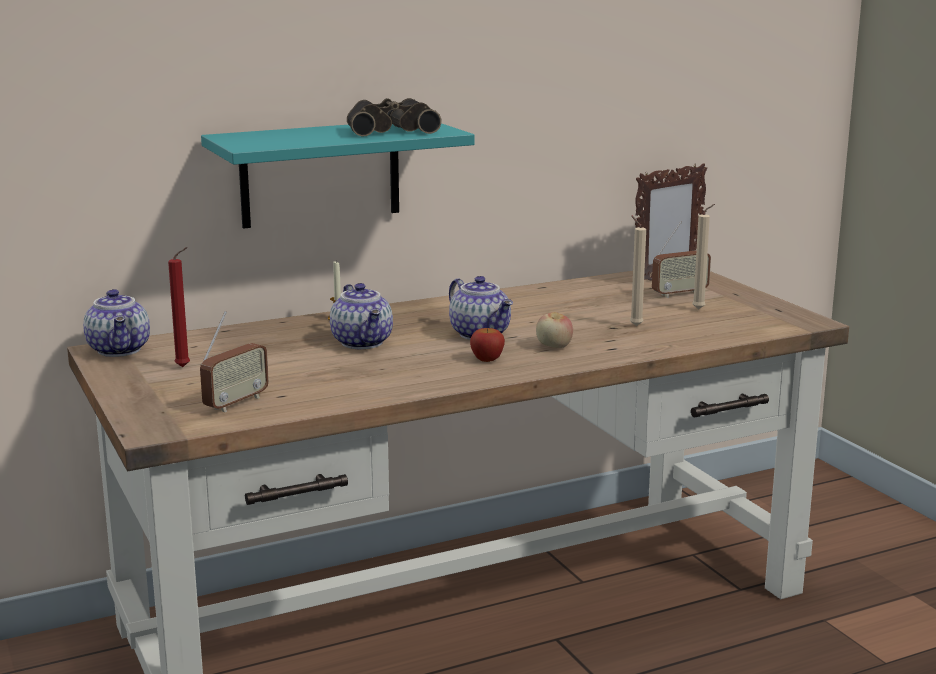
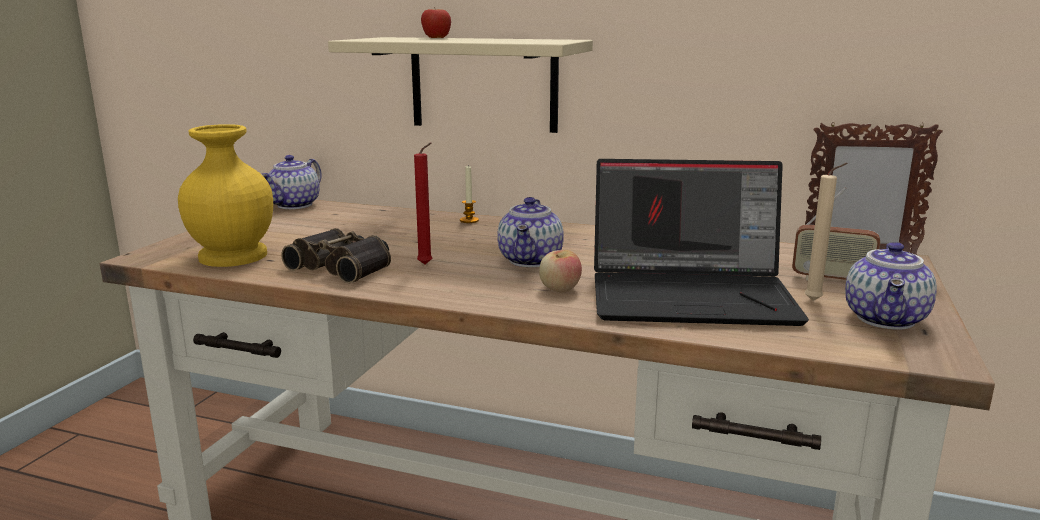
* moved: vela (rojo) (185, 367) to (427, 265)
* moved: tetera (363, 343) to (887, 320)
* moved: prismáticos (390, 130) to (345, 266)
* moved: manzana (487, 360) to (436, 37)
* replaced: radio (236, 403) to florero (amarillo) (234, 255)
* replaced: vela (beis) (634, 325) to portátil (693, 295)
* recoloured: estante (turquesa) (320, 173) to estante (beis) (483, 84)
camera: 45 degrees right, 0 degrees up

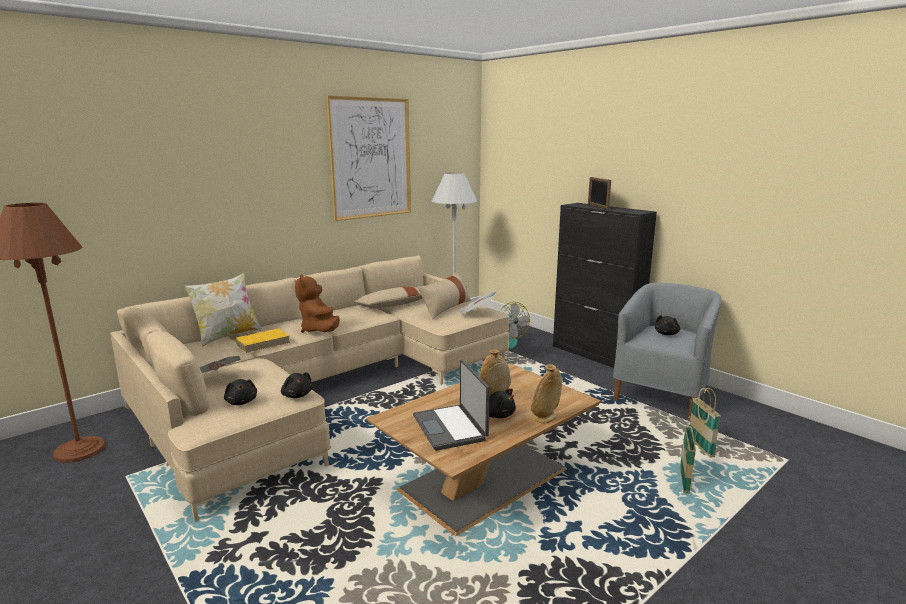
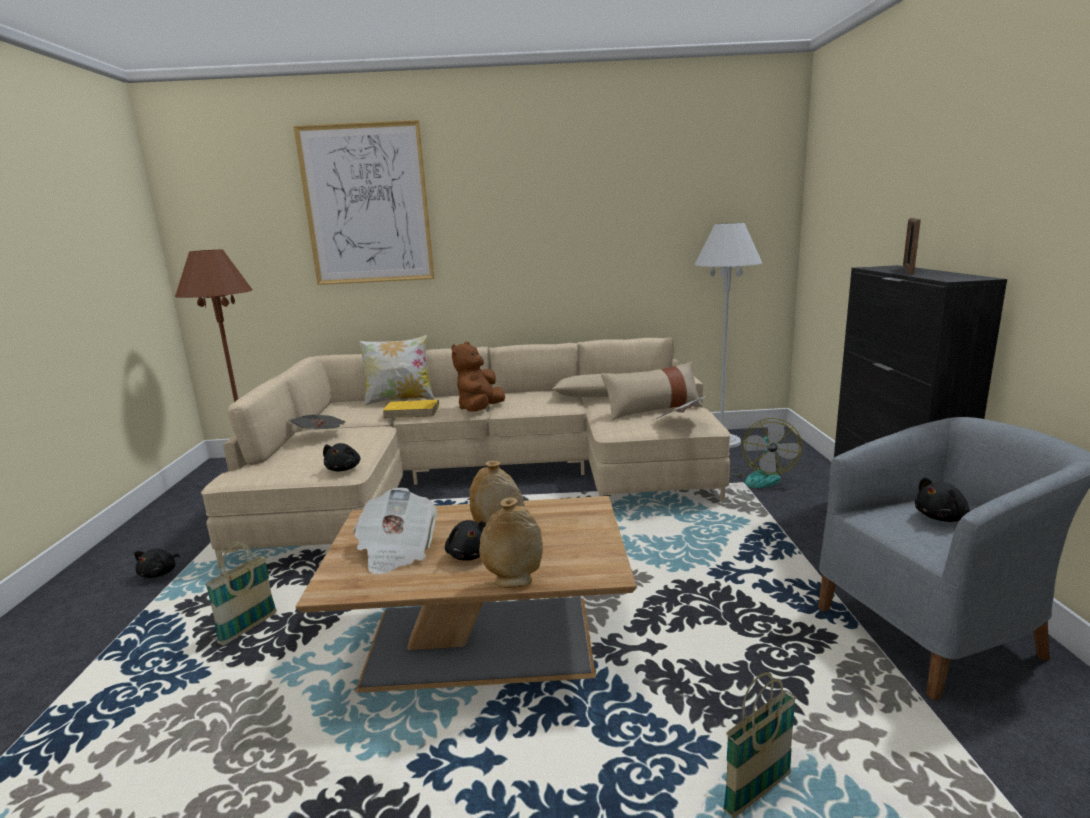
* moved: peluche (negro) (241, 402) to (160, 573)
* moved: cuadro (370, 158) to (367, 205)
* moved: cesta (700, 447) to (249, 629)
* replaced: portátil (451, 428) to periódico (397, 551)
camera: 40 degrees right, 0 degrees up

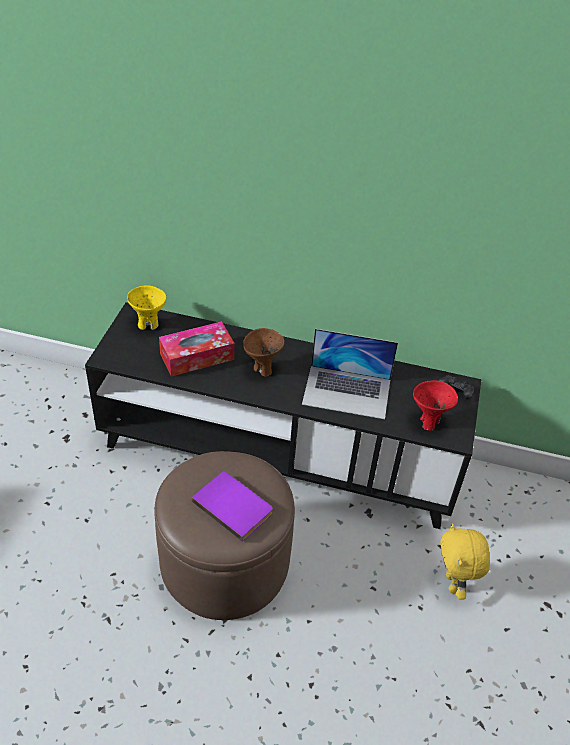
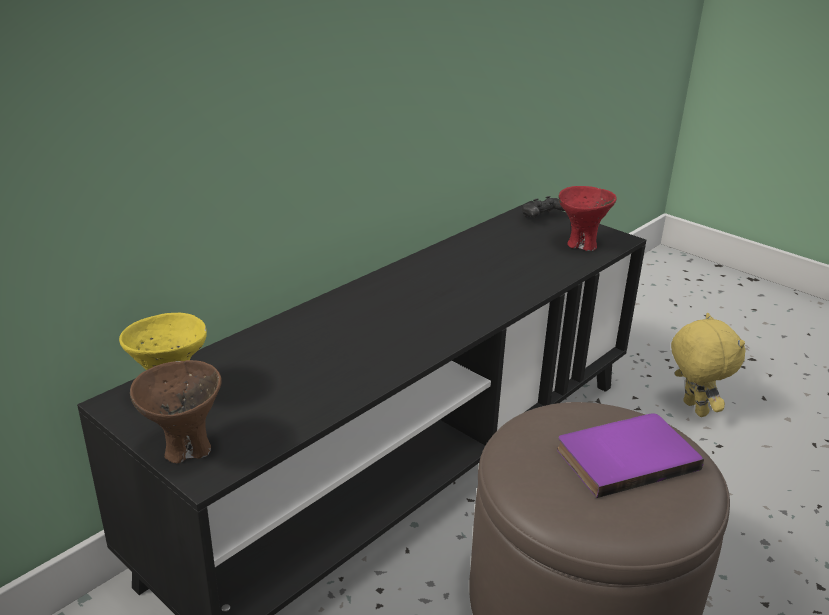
* removed: caja de pañuelos (197, 356)
* removed: portátil (347, 392)
* moved: cuenco (marrón) (263, 369) to (186, 451)
* turned: peluche (amarillo) (453, 584) = (693, 409) 135 degrees counterclockwise
camera: 60 degrees left, 15 degrees down

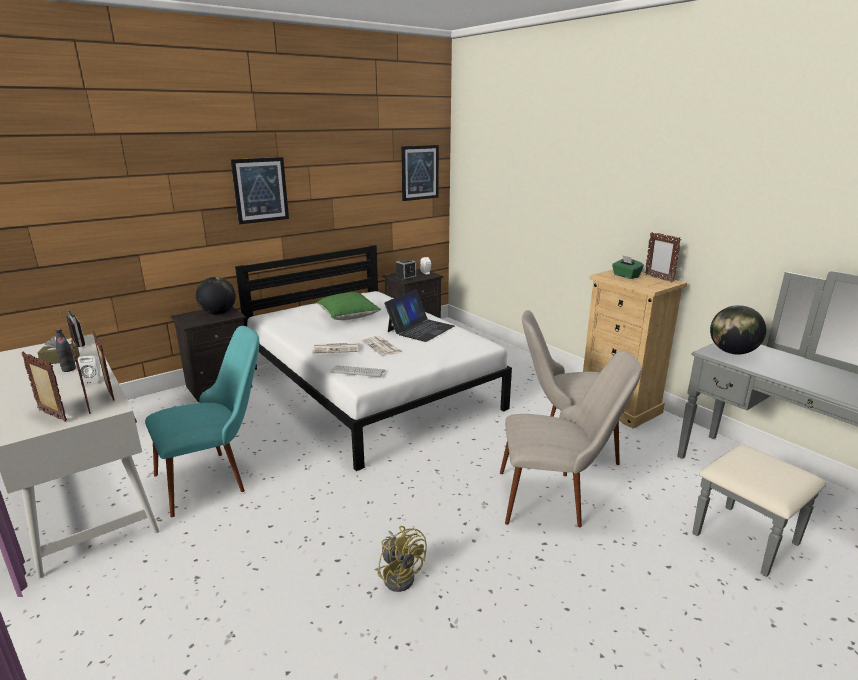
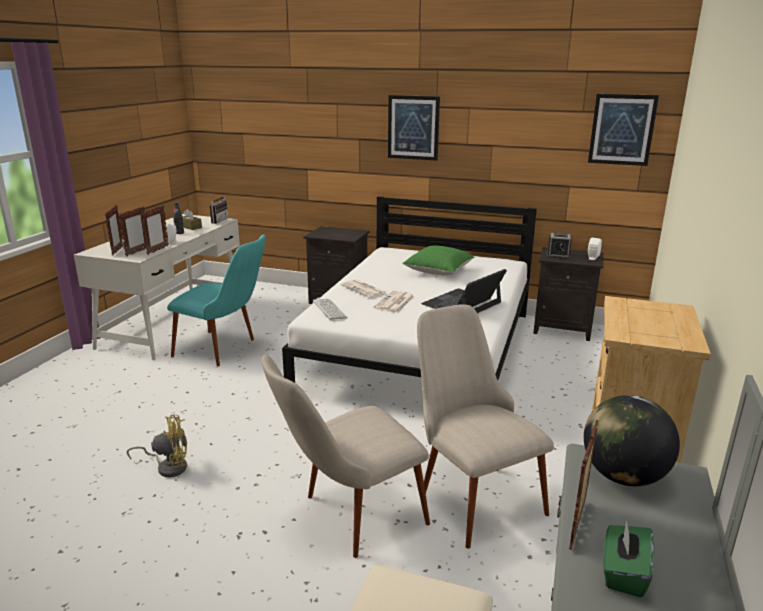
* removed: globo terráqueo (218, 313)
* moved: caja de pañuelos (verde) (626, 276) to (623, 573)
* moved: portarretratos (658, 278) to (578, 525)
* turned: ventilador (amarillo) (400, 575) = (168, 467) 120 degrees counterclockwise
* turned: portátil (420, 329) = (462, 303) 135 degrees clockwise
* turned: silla (beis) (556, 498) = (348, 517) 90 degrees clockwise
camera: 55 degrees right, 0 degrees up

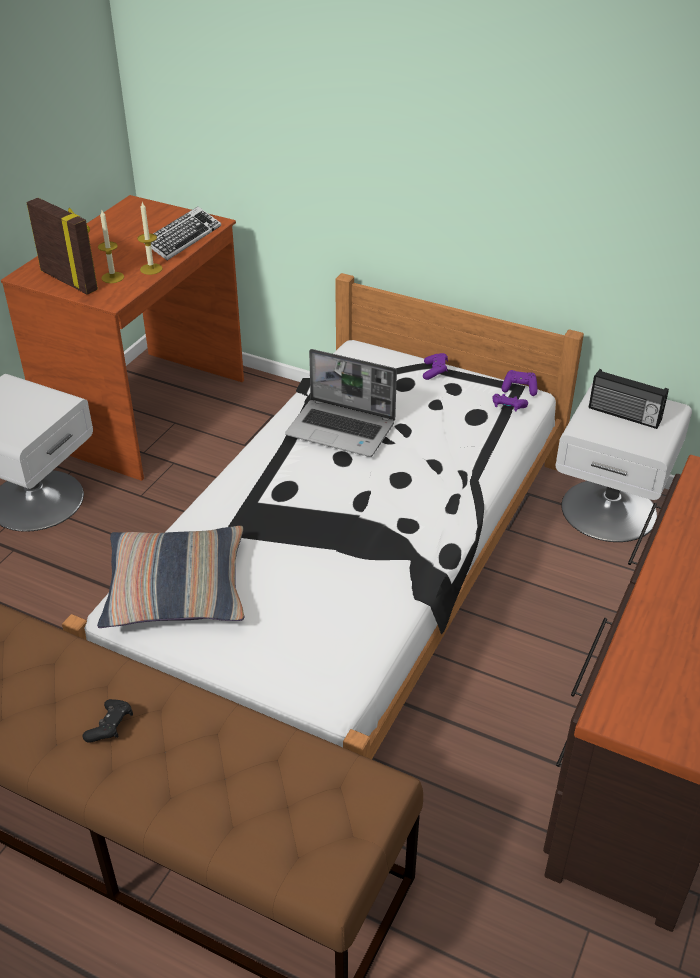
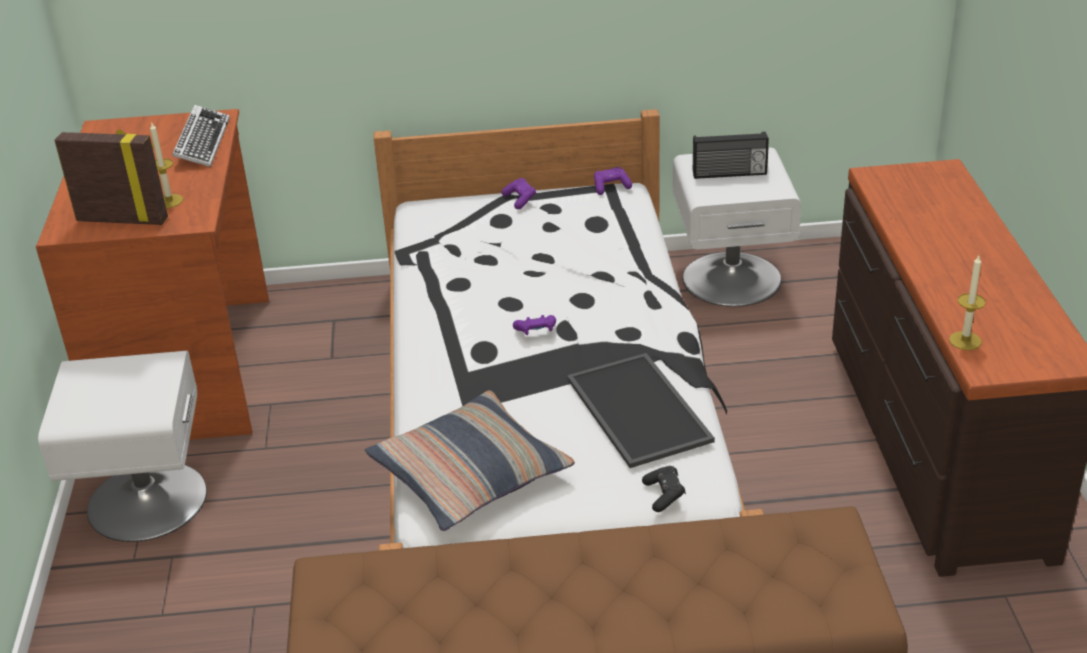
* removed: portátil (342, 429)
* added: bandeja (641, 410)
* moved: mando de consola (negro) (111, 727) to (664, 495)
* moved: vela (151, 269) to (965, 341)
* moved: mando de consola (morado) (507, 408) to (536, 332)
camera: 30 degrees left, 5 degrees down

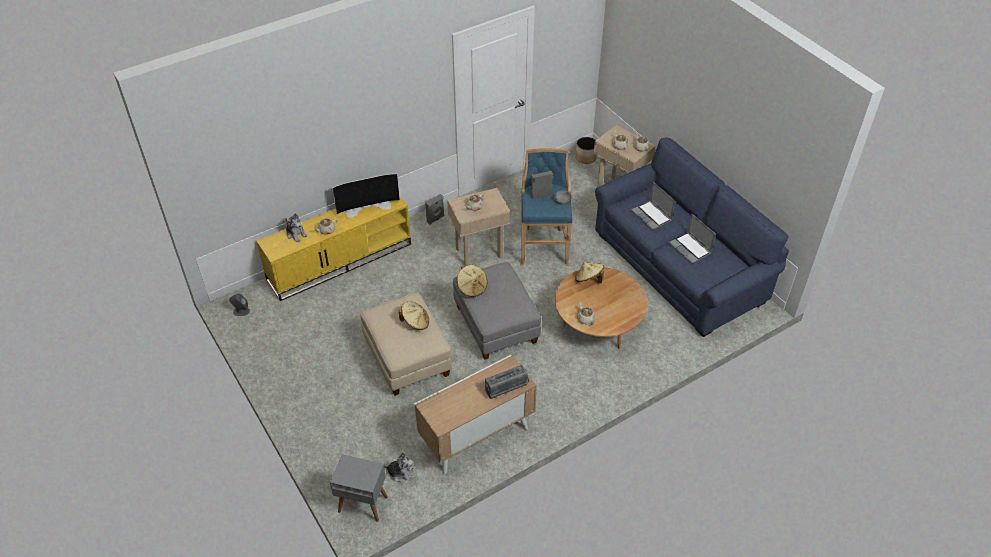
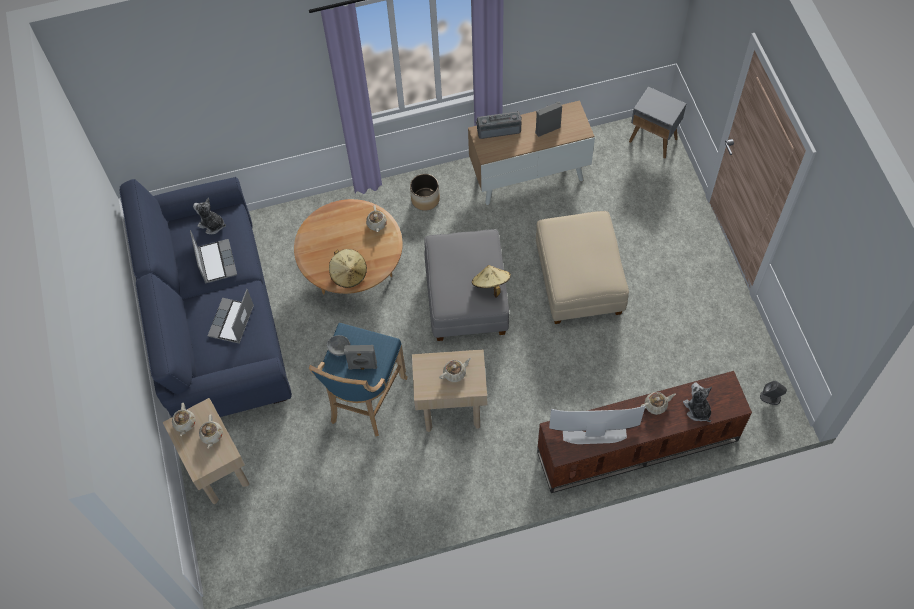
* removed: sombrero (beis) (415, 322)
* moved: peluche (400, 472) to (212, 225)
* moved: altavoz (gris) (436, 219) to (547, 129)
* moved: maceta (586, 157) to (425, 199)
* recoloured: mueble de televisión (amarillo) (340, 261) to mueble de televisión (marrón) (636, 447)
* turned: portátil (652, 216) = (232, 322) 150 degrees counterclockwise
camera: 160 degrees left, 15 degrees up

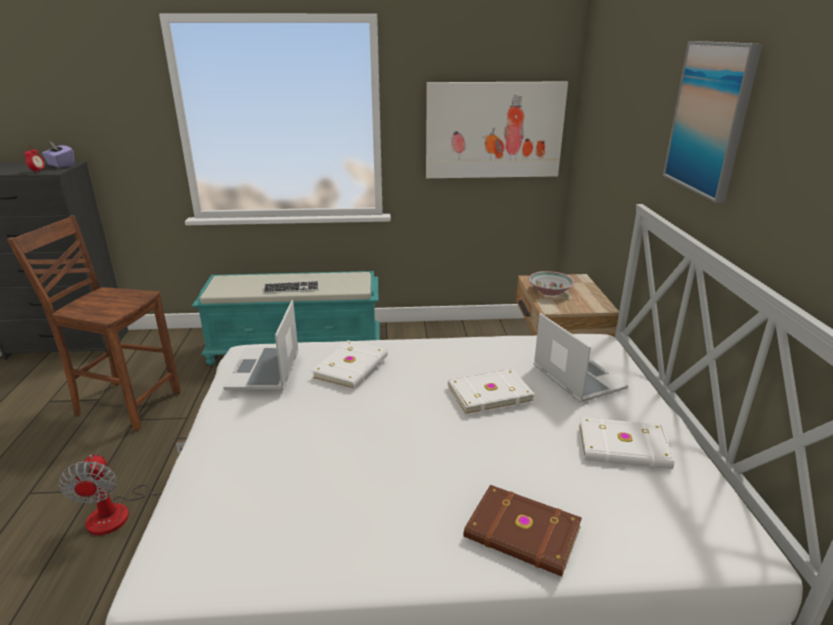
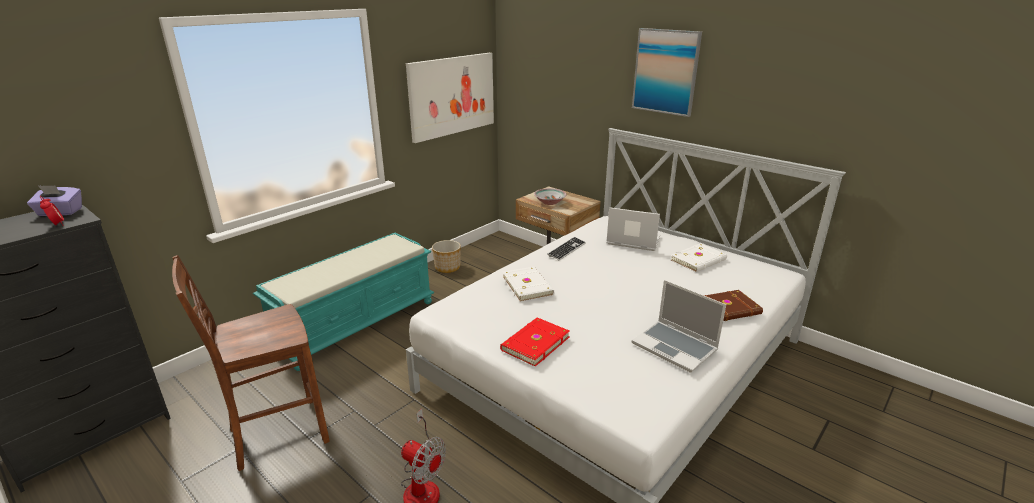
* removed: libro (blanco) (488, 394)
* added: maceta (447, 268)
* added: libro (rojo) (534, 343)
* moved: portátil (265, 371) to (675, 347)
* moved: teclado (291, 289) to (567, 249)
camera: 45 degrees left, 0 degrees up

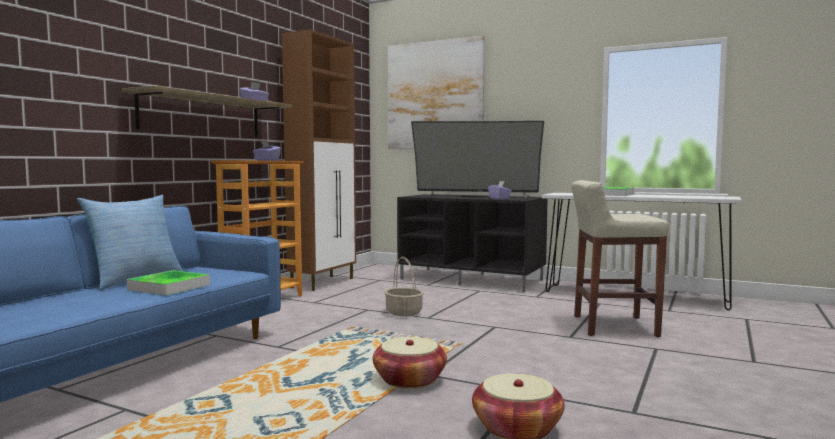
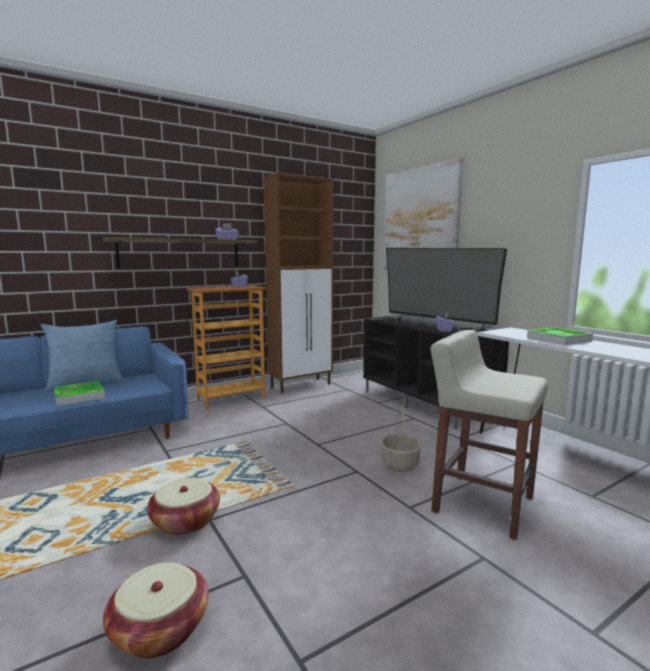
* moved: cesta (404, 312) to (400, 464)
camera: 30 degrees right, 5 degrees up

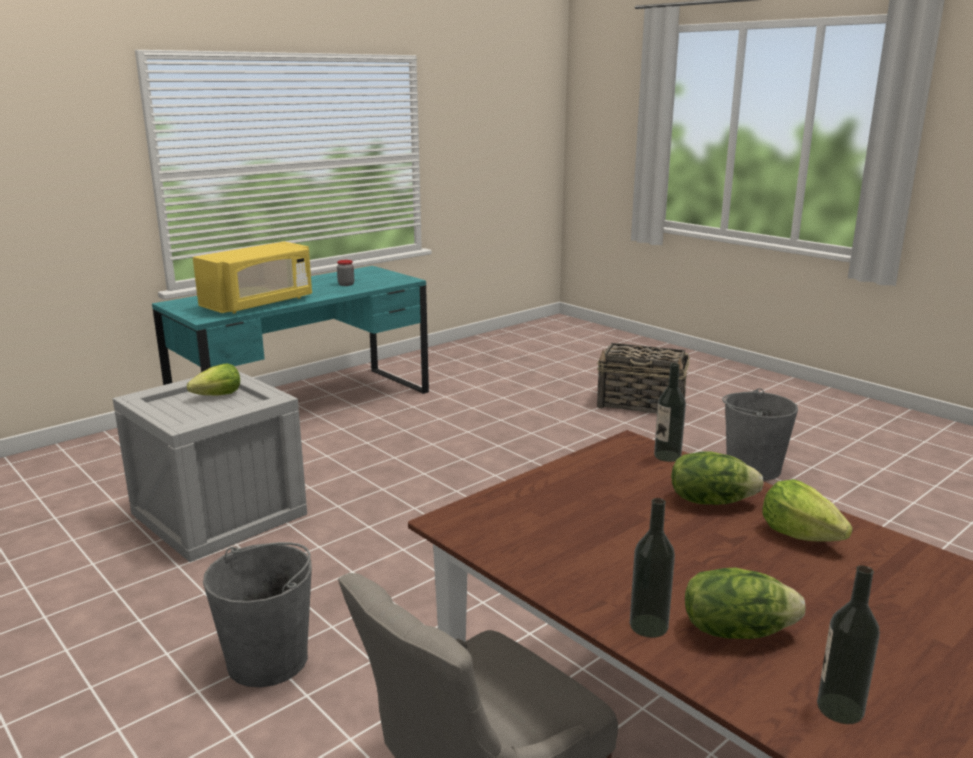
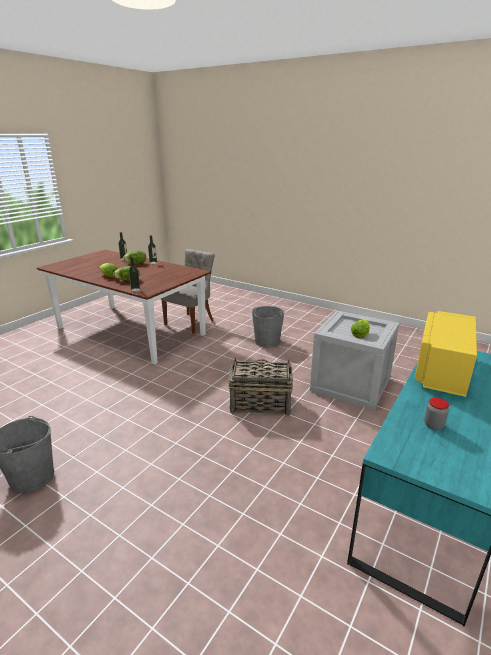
* moved: cesta (642, 404) to (259, 403)
camera: 165 degrees right, 5 degrees up

